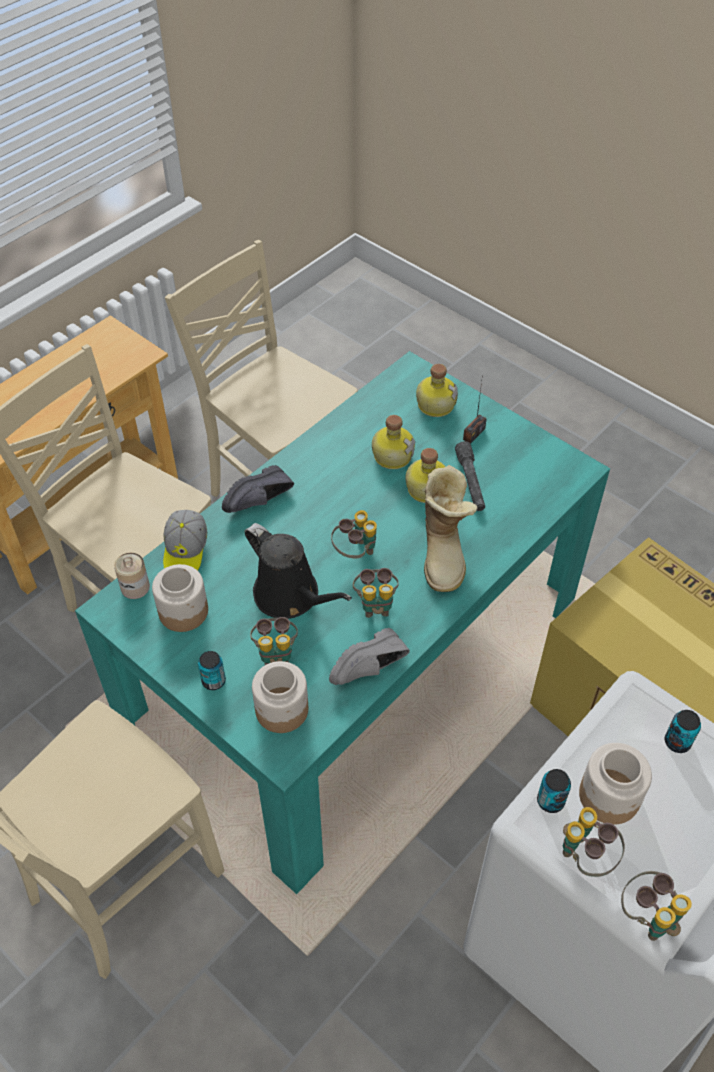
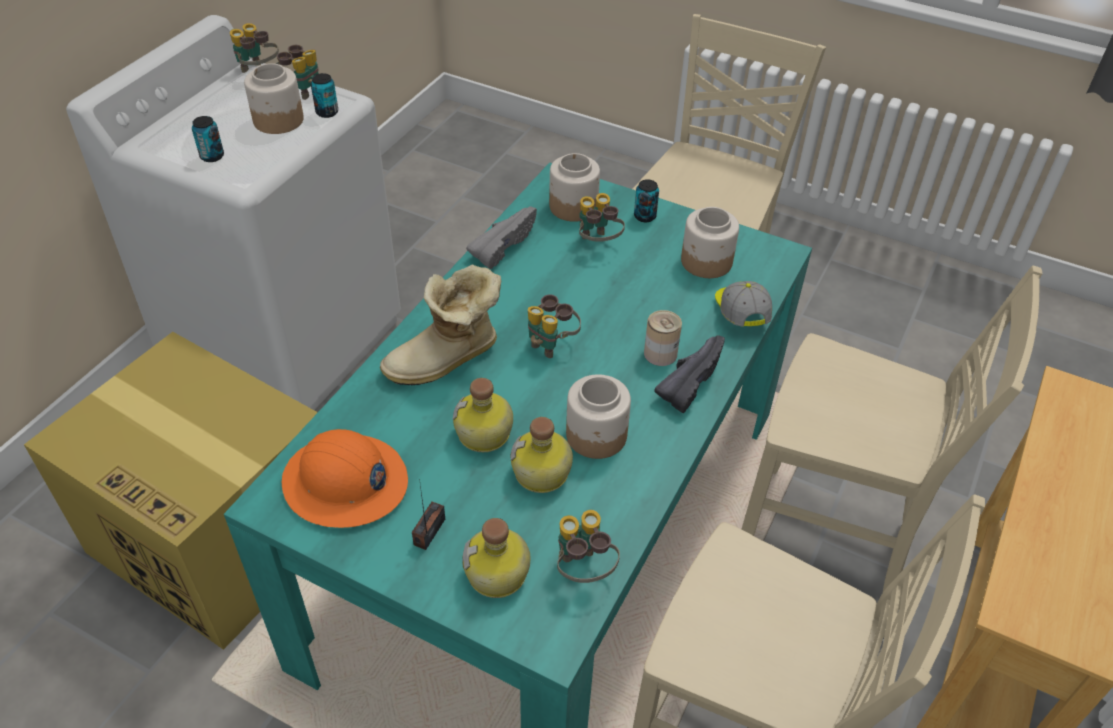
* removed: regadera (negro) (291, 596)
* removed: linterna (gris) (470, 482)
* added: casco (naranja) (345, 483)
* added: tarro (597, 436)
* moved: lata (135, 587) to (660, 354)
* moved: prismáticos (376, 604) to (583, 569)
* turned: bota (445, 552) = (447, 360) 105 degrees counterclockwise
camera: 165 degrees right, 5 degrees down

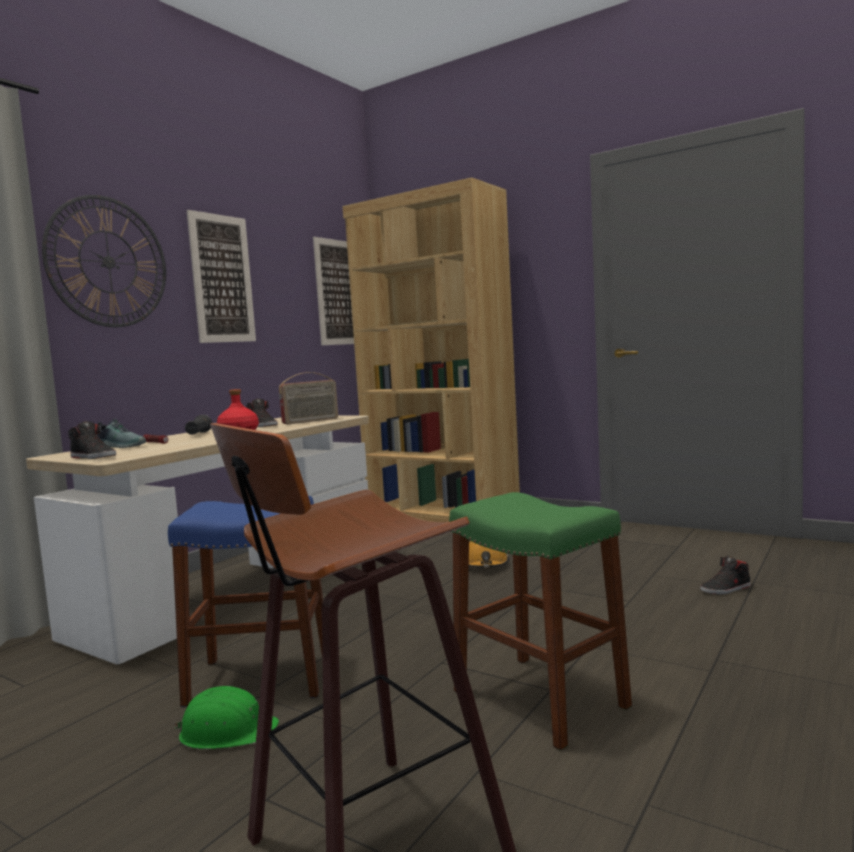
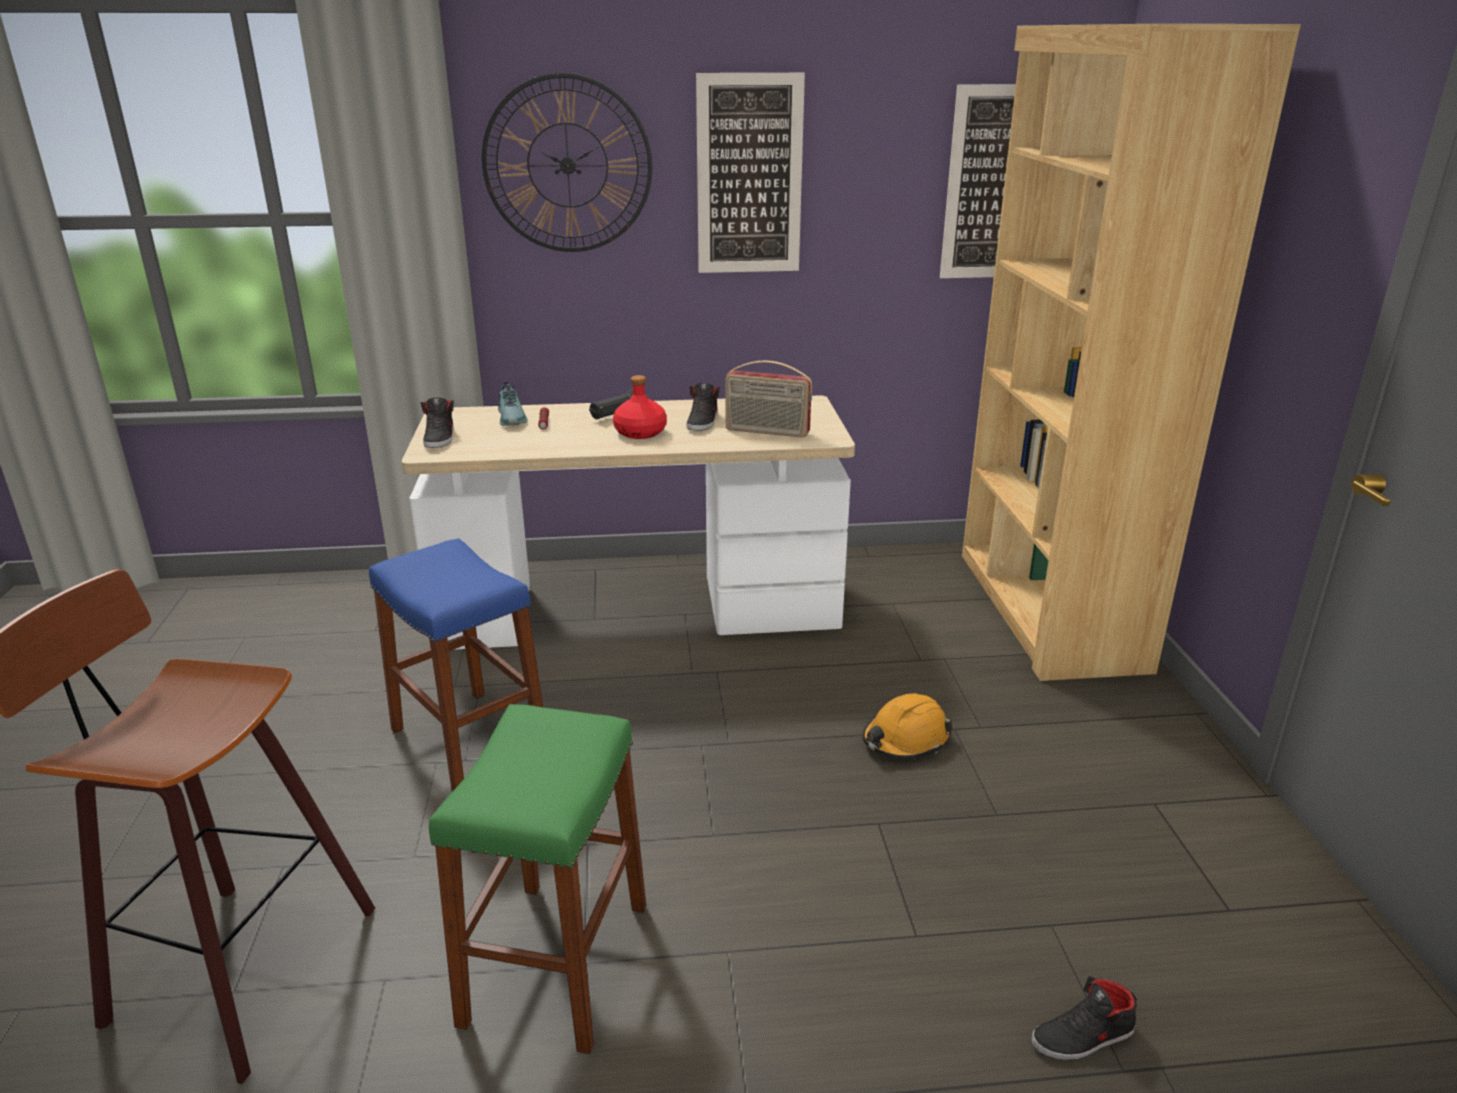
* removed: casco (verde) (227, 731)
* turned: zapato (negro) (726, 589) = (1083, 1038) 45 degrees counterclockwise
camera: 50 degrees right, 20 degrees up

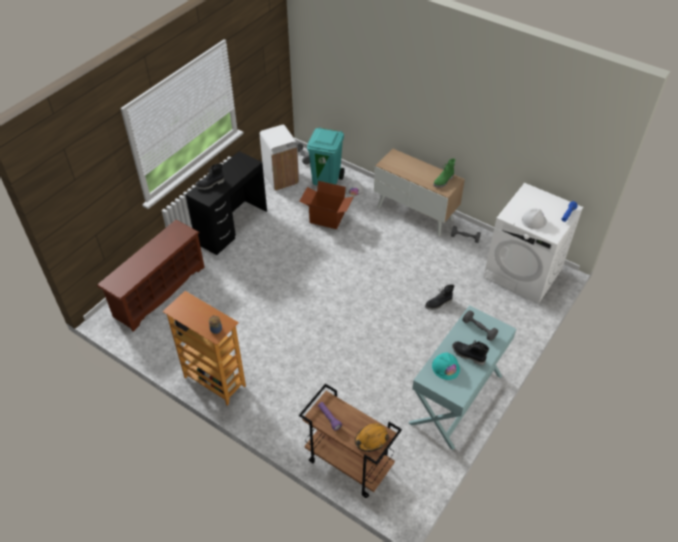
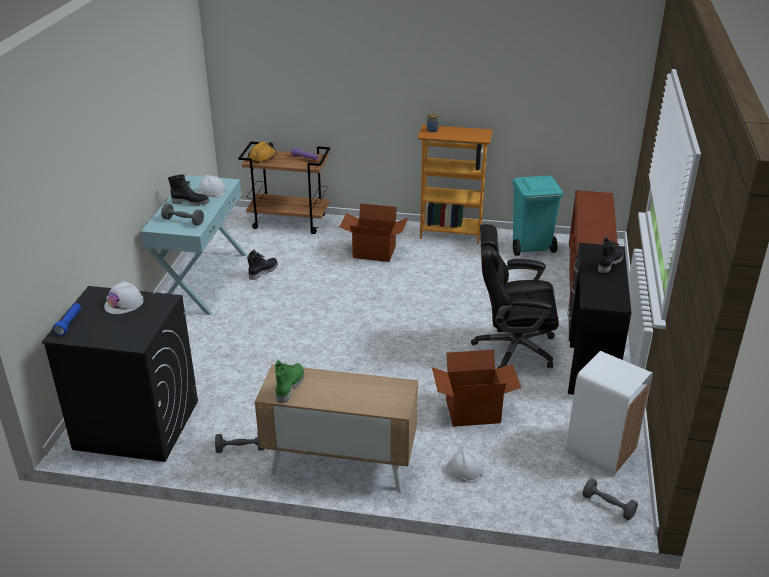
* added: caja de cartón (374, 252)
* added: silla de oficina (negro) (512, 348)
* moved: papelera (turquesa) (326, 180) to (530, 248)
* moved: bota (negro) (438, 304) to (263, 271)
* recoloured: casco (turquesa) (445, 367) to casco (blanco) (211, 191)
* recoloured: lavadora (blanco) (523, 273) to lavadora (negro) (136, 424)
camera: 155 degrees right, 15 degrees down

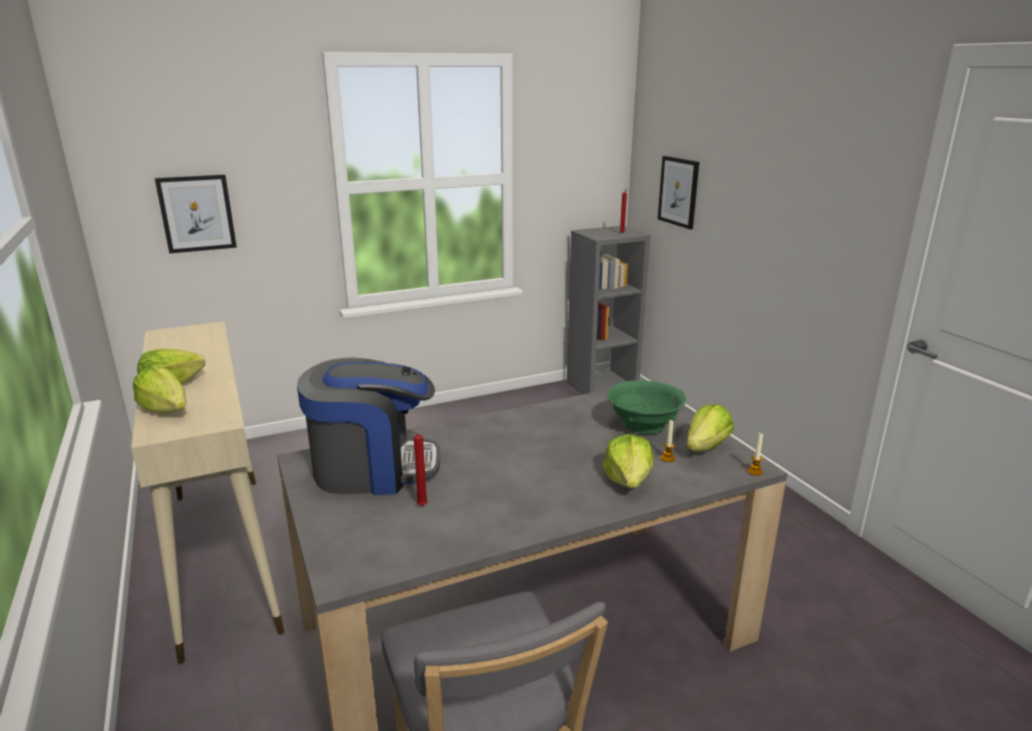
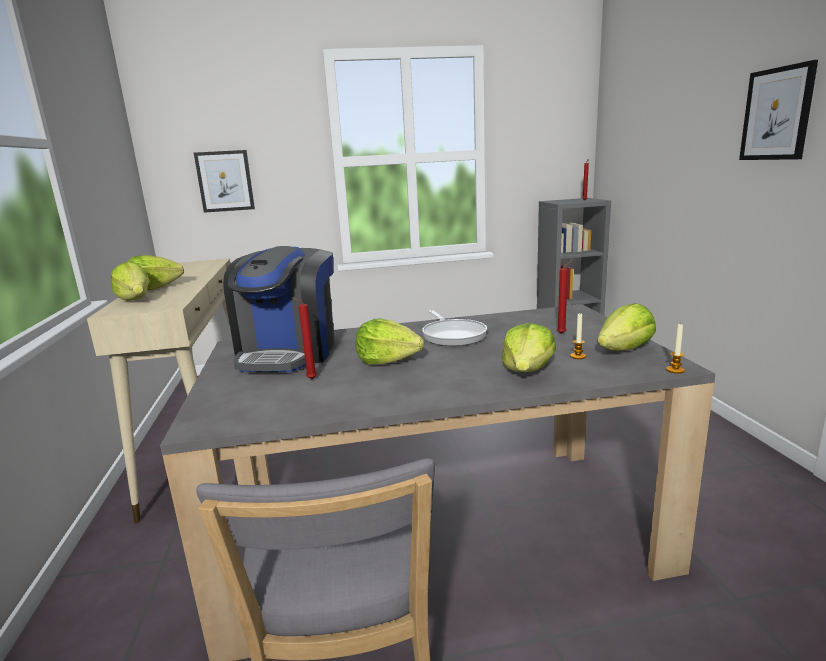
* added: lechuga (388, 360)
* added: sartén (453, 335)
* moved: cuadro (678, 191) to (777, 114)
* replaced: cuenco (verde) (644, 427) to vela (rojo) (563, 333)
* turned: cafetera (373, 468) = (288, 352) 90 degrees clockwise
camera: 15 degrees right, 5 degrees down

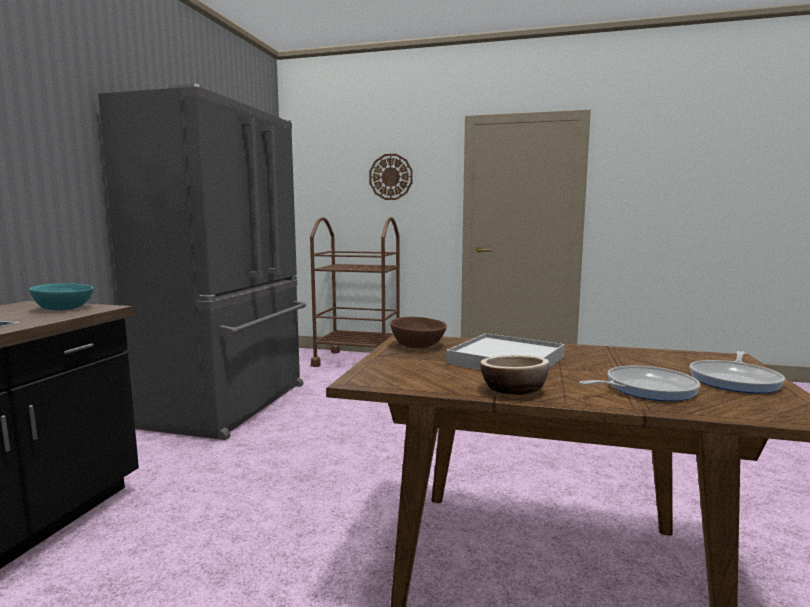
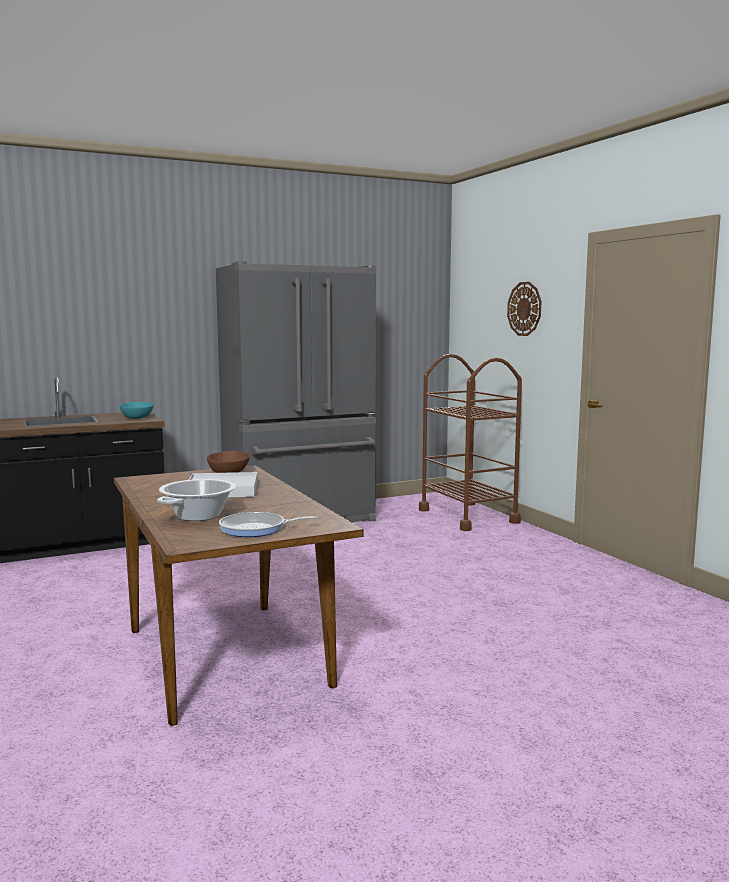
* removed: cuenco (513, 390)
* replaced: sartén (645, 389) to olla (198, 516)
camera: 50 degrees right, 0 degrees up

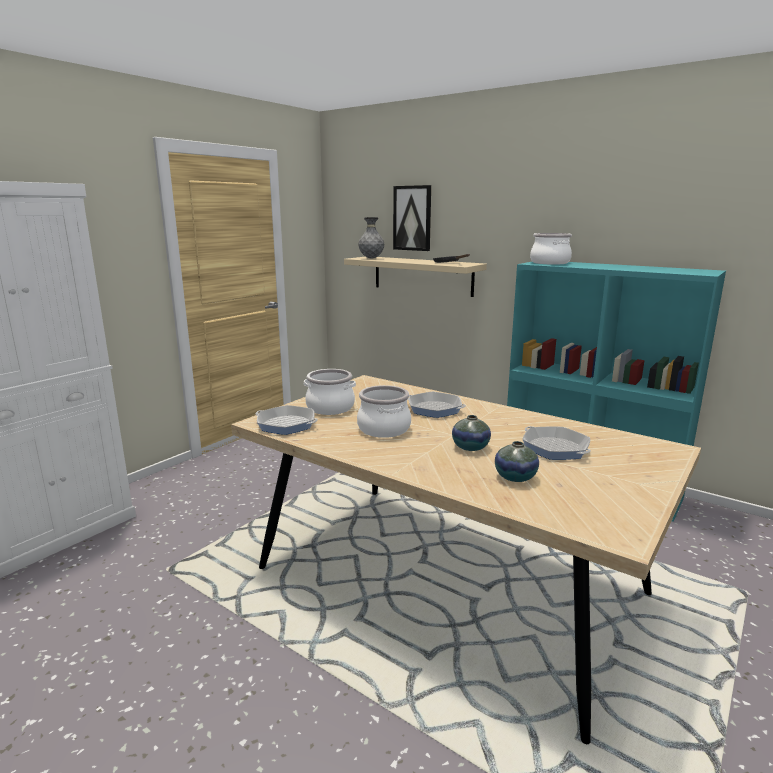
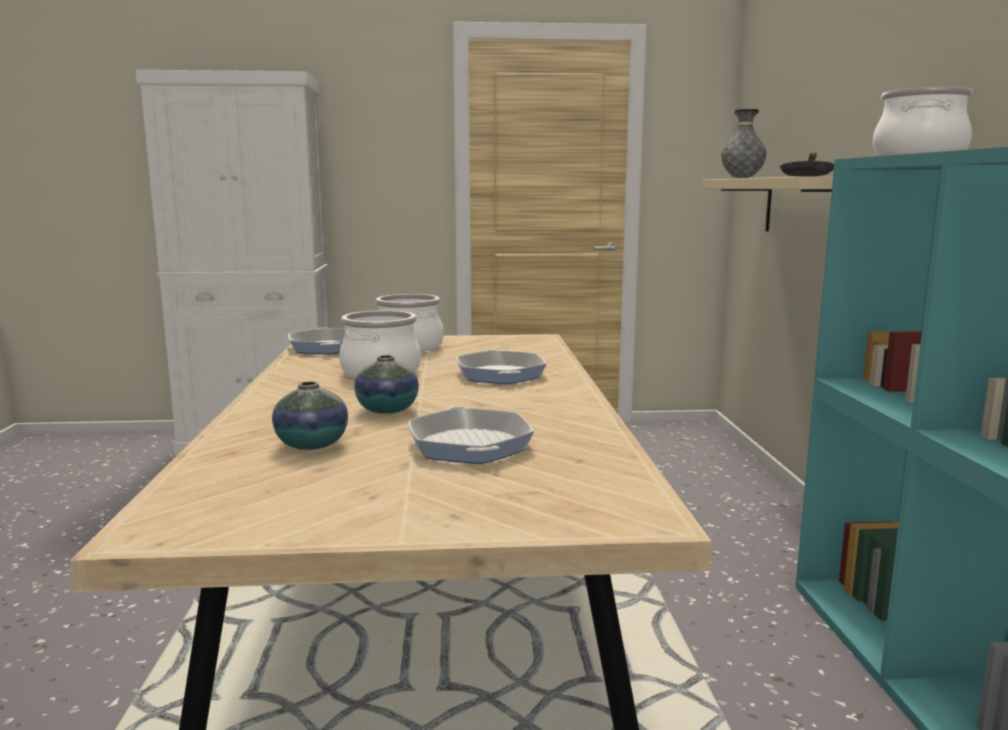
* removed: cuadro (412, 218)
* turned: sartén (555, 448) = (470, 445) 150 degrees clockwise
camera: 50 degrees right, 5 degrees down

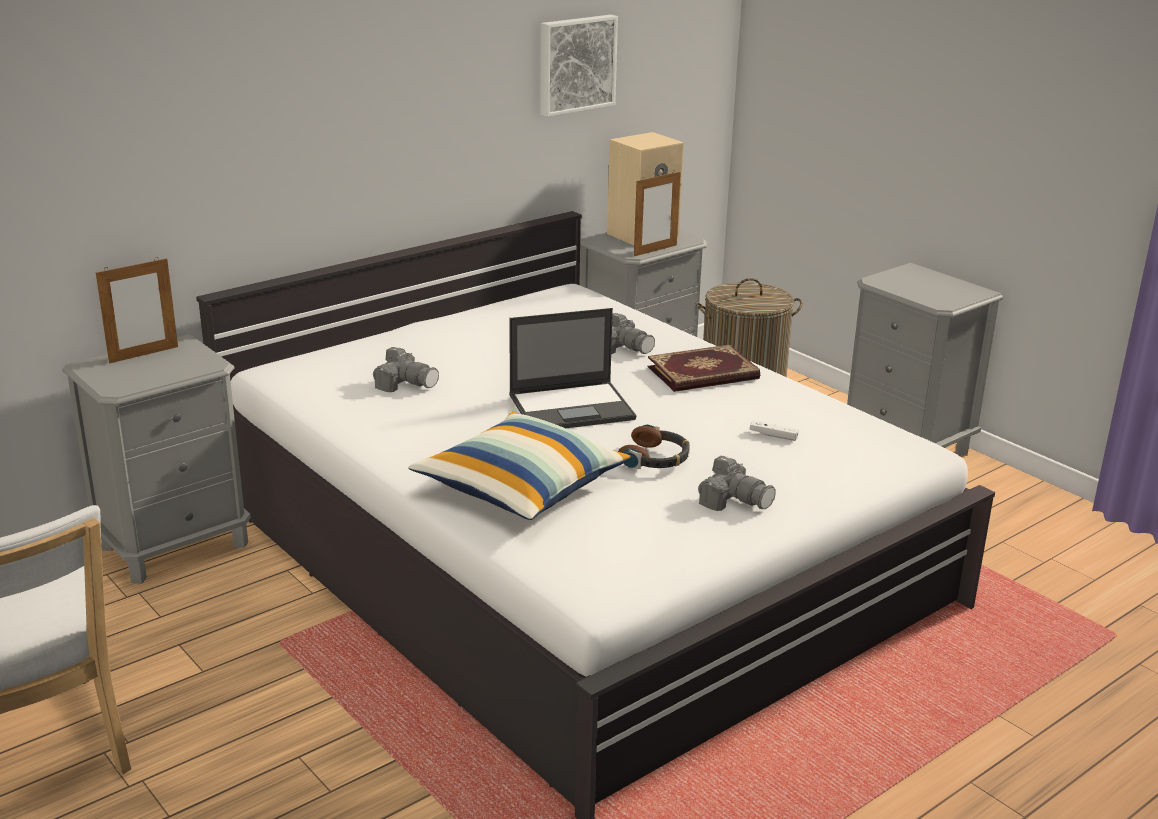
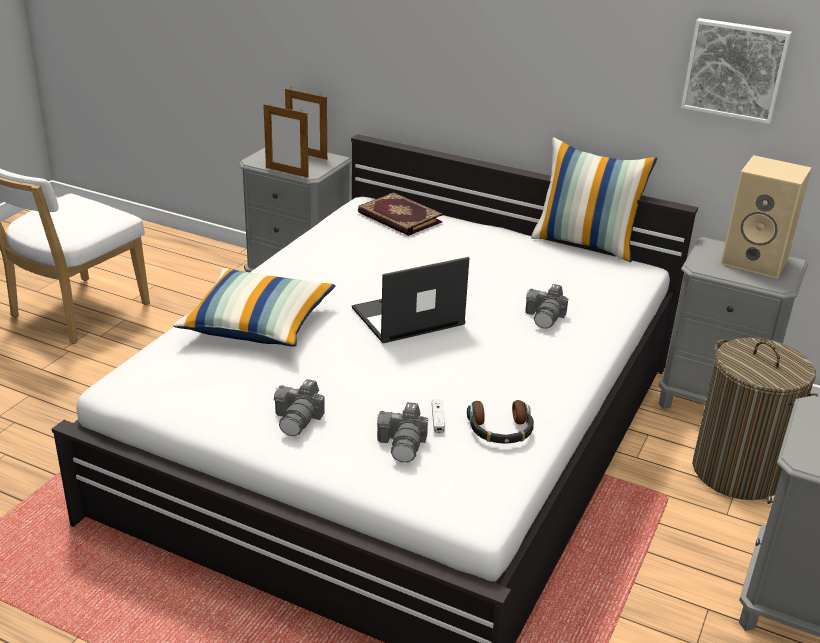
* added: cojín (585, 243)
* moved: cámara (406, 384) to (403, 444)
* moved: auriculares (655, 458) to (500, 430)
* moved: portarretratos (655, 250) to (287, 172)
* moved: libro (703, 374) to (399, 218)
* turned: portátil (573, 407) = (407, 317) 105 degrees clockwise
camera: 65 degrees right, 5 degrees up

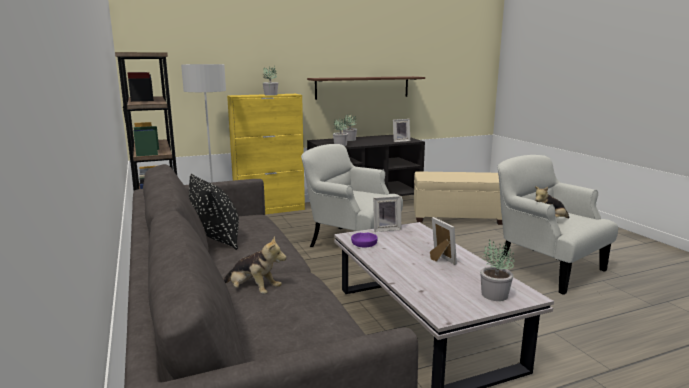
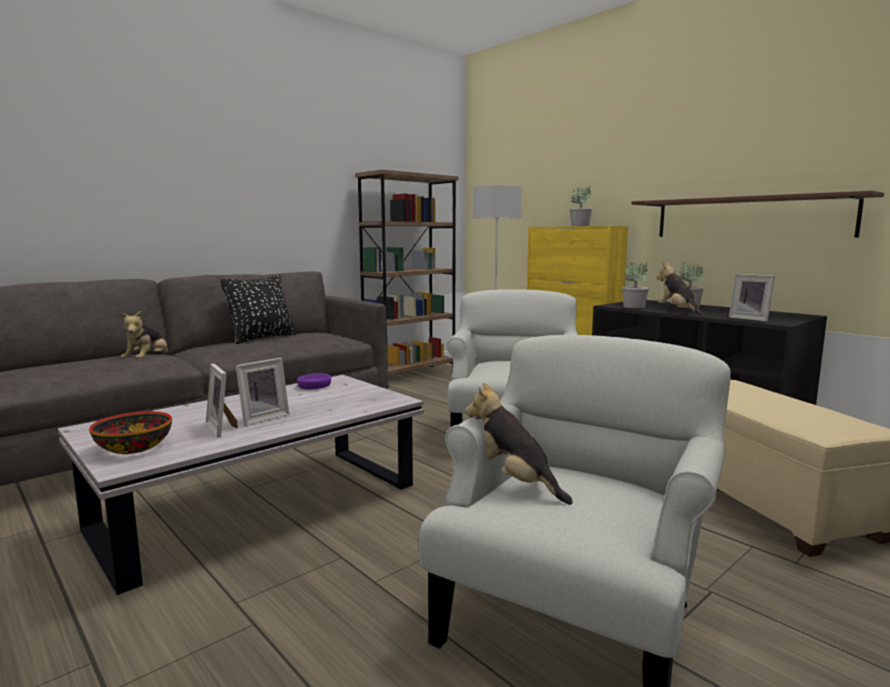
* added: peluche (678, 311)
* moved: portarretratos (386, 229) to (223, 428)
* replaced: planta en maceta (494, 295) to cuenco (134, 447)
camera: 70 degrees right, 5 degrees down

